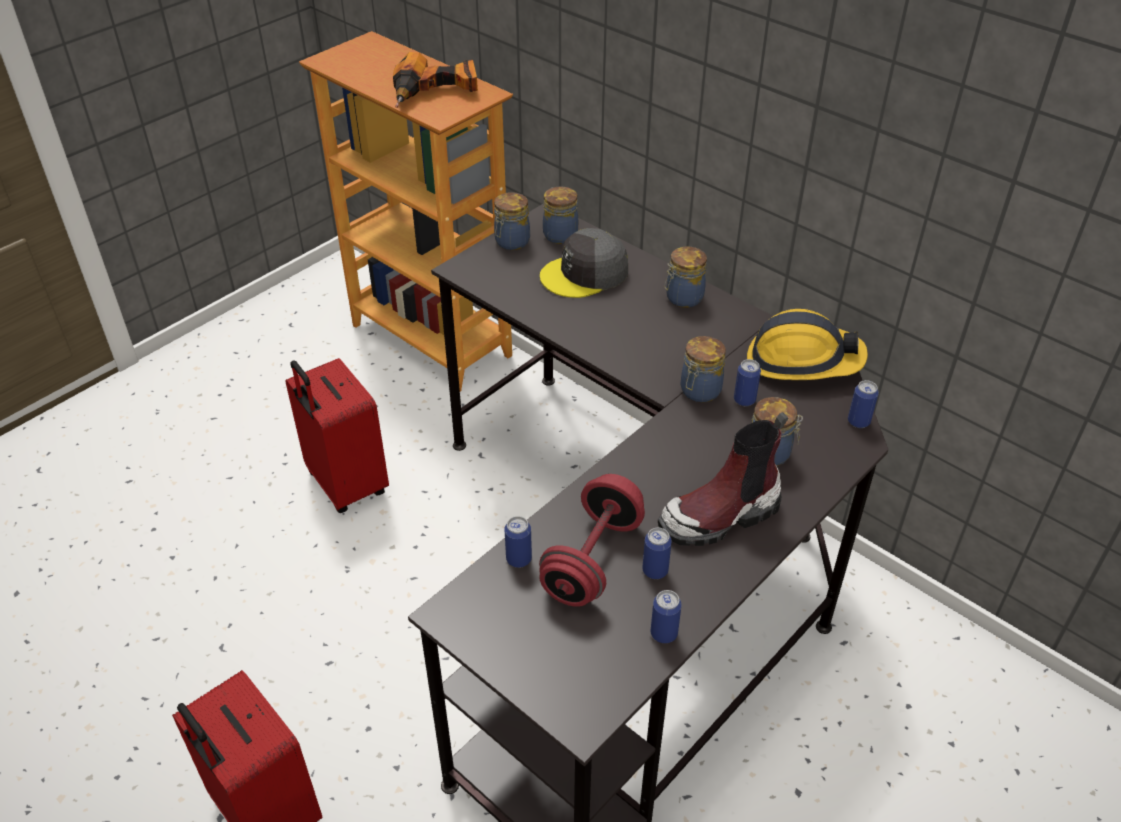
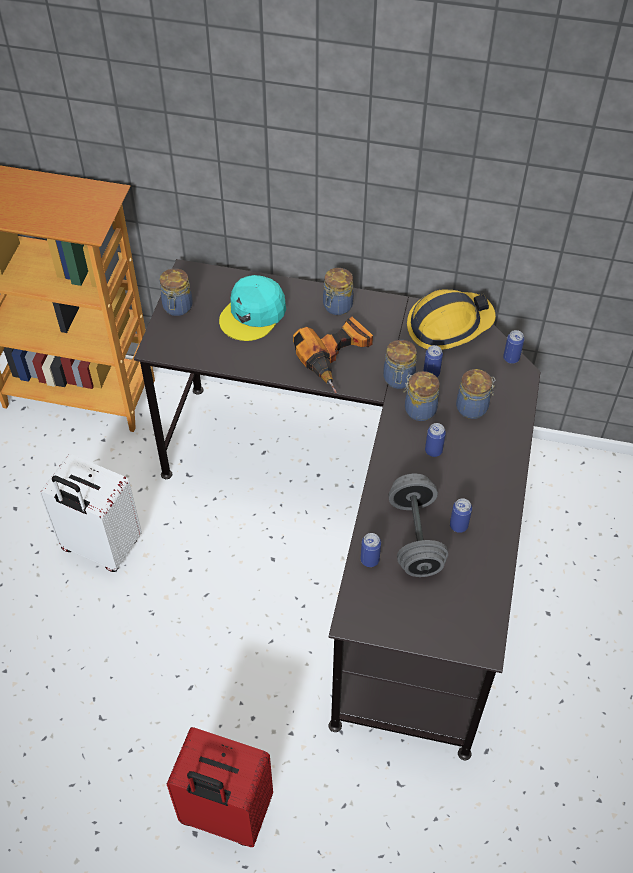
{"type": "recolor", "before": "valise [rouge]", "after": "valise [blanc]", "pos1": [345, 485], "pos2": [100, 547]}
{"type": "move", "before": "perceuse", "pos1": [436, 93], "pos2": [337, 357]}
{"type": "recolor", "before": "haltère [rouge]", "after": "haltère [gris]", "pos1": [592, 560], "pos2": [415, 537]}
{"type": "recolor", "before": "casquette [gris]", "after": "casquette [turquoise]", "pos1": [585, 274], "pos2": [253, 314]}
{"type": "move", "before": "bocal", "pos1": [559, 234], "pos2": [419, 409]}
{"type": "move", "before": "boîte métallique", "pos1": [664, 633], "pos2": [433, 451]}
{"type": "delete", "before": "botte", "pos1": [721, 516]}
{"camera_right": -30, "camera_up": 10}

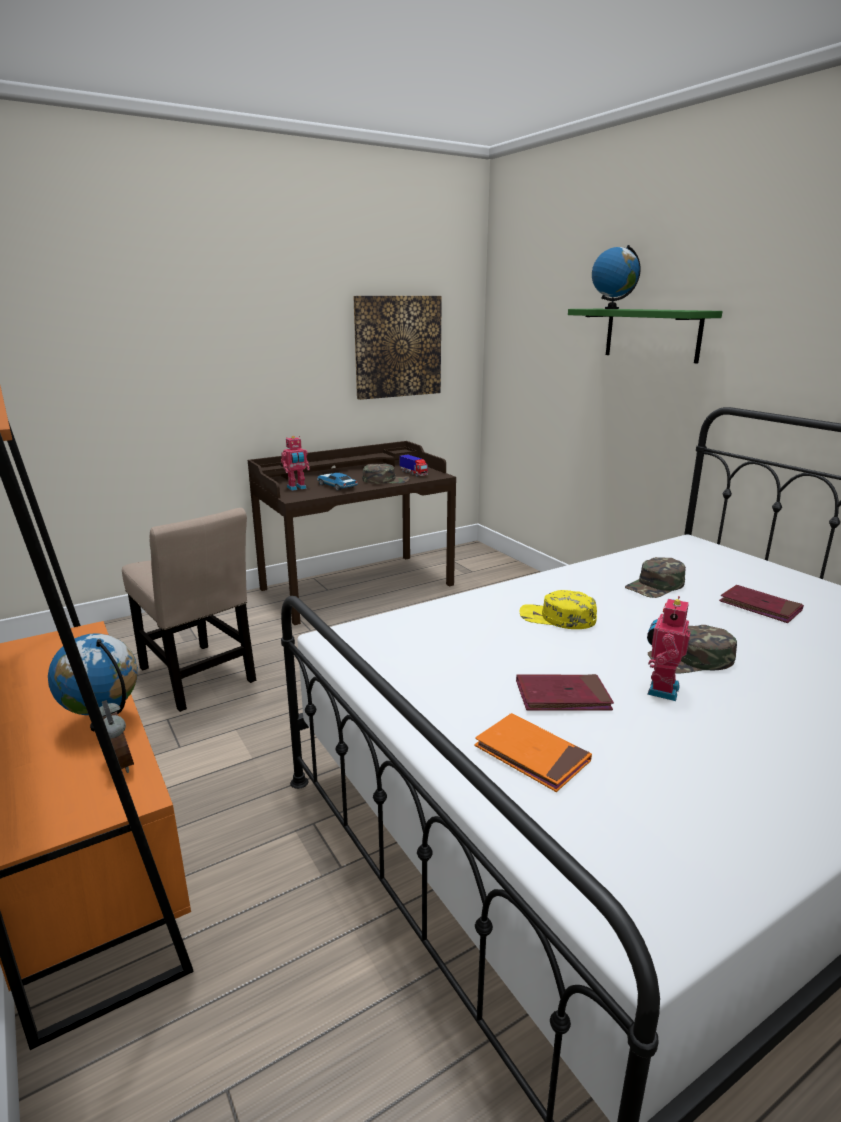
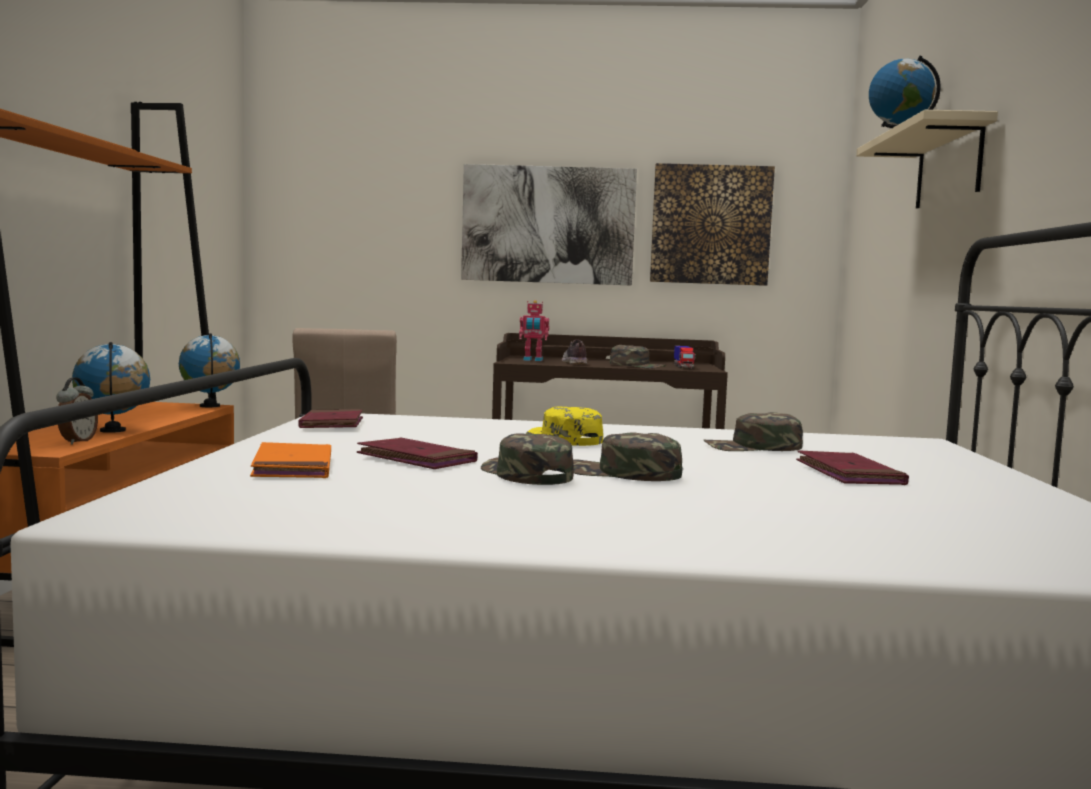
{"type": "replace", "before": "petite voiture", "after": "chaussure", "pos1": [336, 486], "pos2": [574, 363]}
{"type": "recolor", "before": "étagère [vert]", "after": "étagère [beige]", "pos1": [652, 334], "pos2": [948, 166]}
{"type": "replace", "before": "robot jouet", "after": "casquette [vert]", "pos1": [660, 689], "pos2": [525, 475]}
{"type": "insert", "after": "globe", "pos2": [210, 406]}
{"type": "insert", "after": "livre [rouge]", "pos2": [332, 424]}
{"type": "insert", "after": "tableau", "pos2": [548, 225]}
{"camera_right": 35, "camera_up": -15}

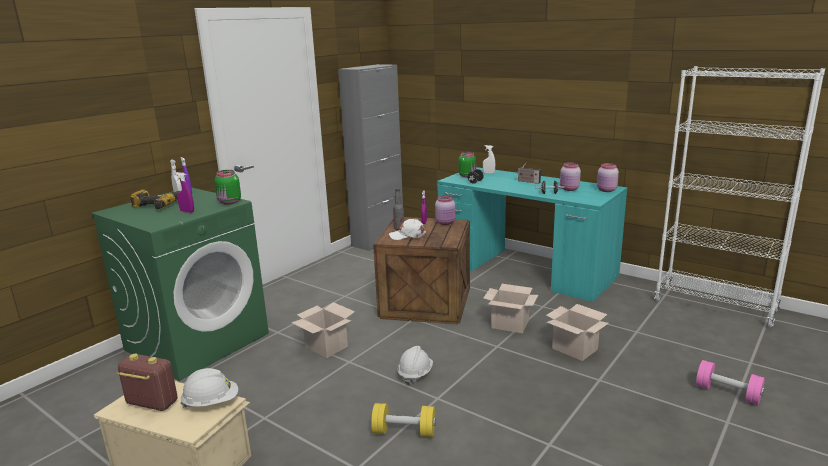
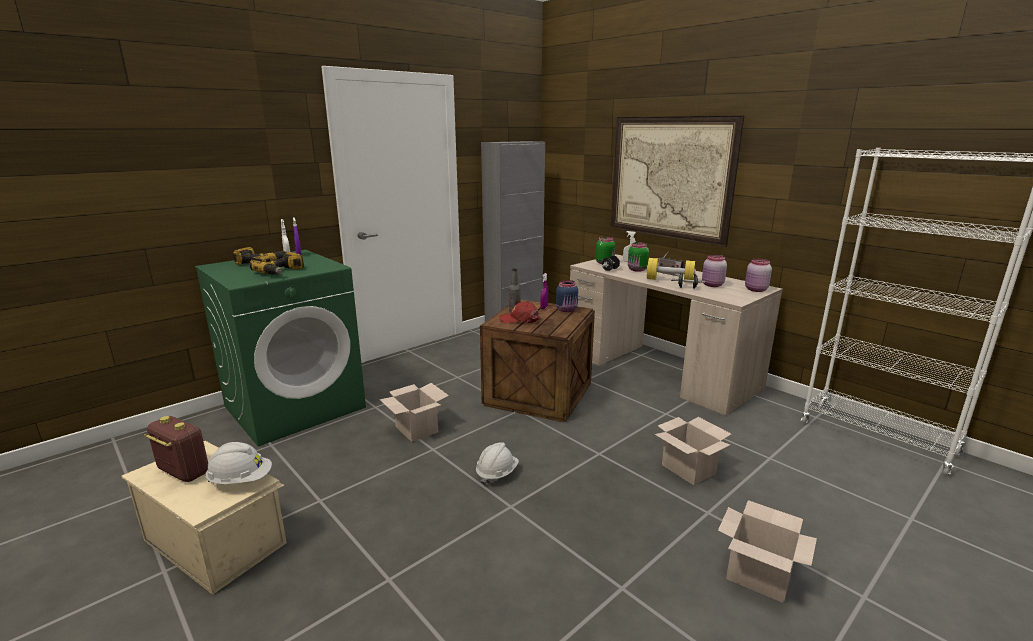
{"type": "replace", "before": "vaporisateur [violet]", "after": "perceuse", "pos1": [187, 211], "pos2": [281, 272]}
{"type": "move", "before": "bocal [vert]", "pos1": [229, 202], "pos2": [637, 270]}
{"type": "move", "before": "haltère [jaune]", "pos1": [404, 431], "pos2": [669, 280]}
{"type": "recolor", "before": "casquette [blanc]", "after": "casquette [rouge]", "pos1": [407, 235], "pos2": [520, 319]}
{"type": "recolor", "before": "bocal [rose]", "after": "bocal [bleu]", "pos1": [446, 223], "pos2": [567, 310]}
{"type": "recolor", "before": "bureau [turquoise]", "after": "bureau [beige]", "pos1": [525, 269], "pos2": [659, 369]}
{"type": "move", "before": "carton", "pos1": [511, 324], "pos2": [760, 576]}
{"type": "delete", "before": "haltère [rose]", "pos1": [727, 393]}
{"type": "insert", "after": "tableau", "pos2": [670, 178]}
{"camera_right": 10, "camera_up": 0}

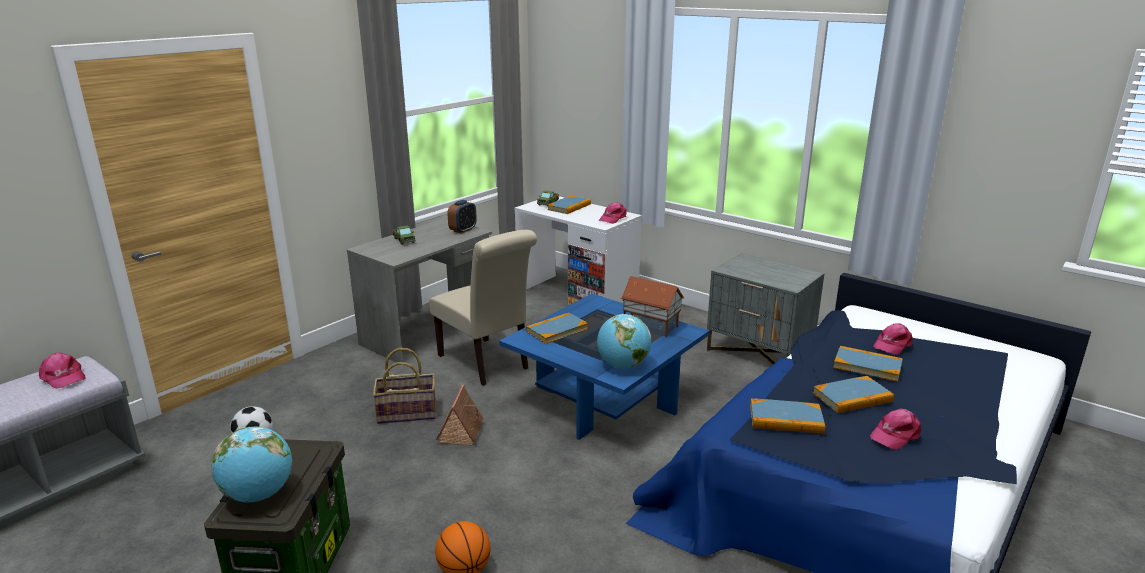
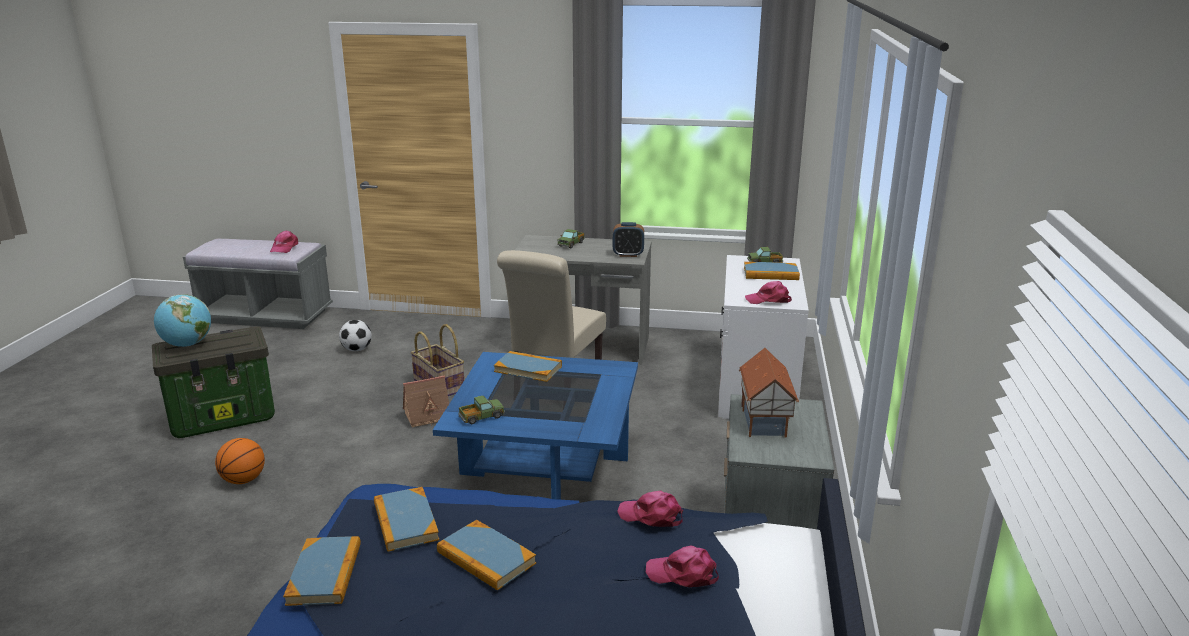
{"type": "replace", "before": "globe", "after": "camion jouet", "pos1": [623, 366], "pos2": [481, 417]}
{"type": "move", "before": "maison miniature", "pos1": [651, 325], "pos2": [766, 420]}
{"type": "move", "before": "livre", "pos1": [867, 366], "pos2": [325, 574]}
{"type": "move", "before": "casquette [rose]", "pos1": [895, 435], "pos2": [651, 516]}
{"camera_right": 60, "camera_up": 0}

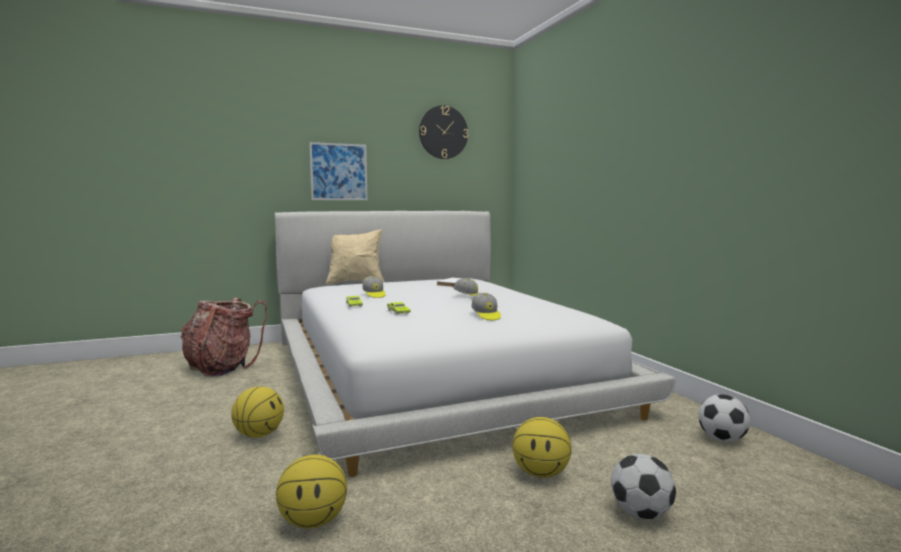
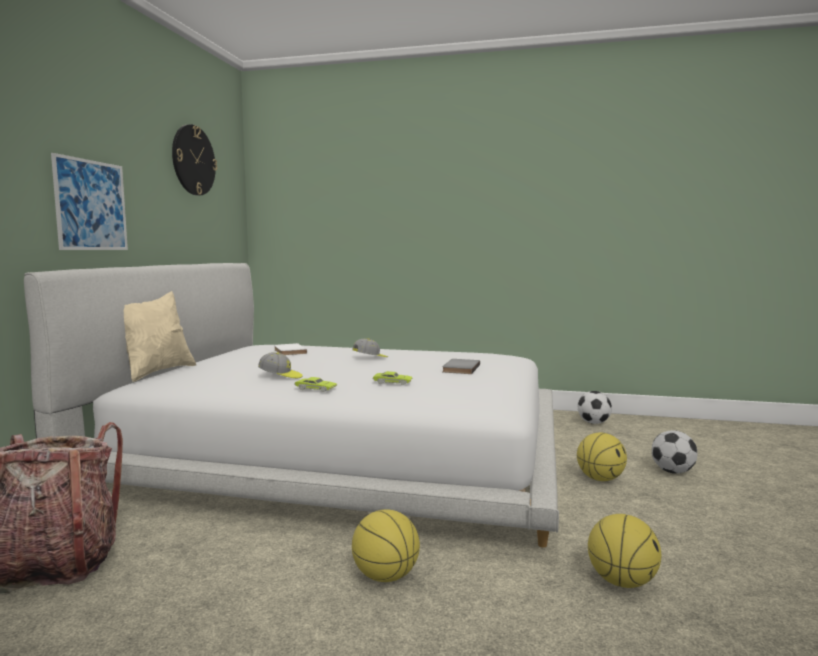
{"type": "replace", "before": "casquette", "after": "livre [gris]", "pos1": [486, 316], "pos2": [459, 368]}
{"camera_right": -55, "camera_up": 0}

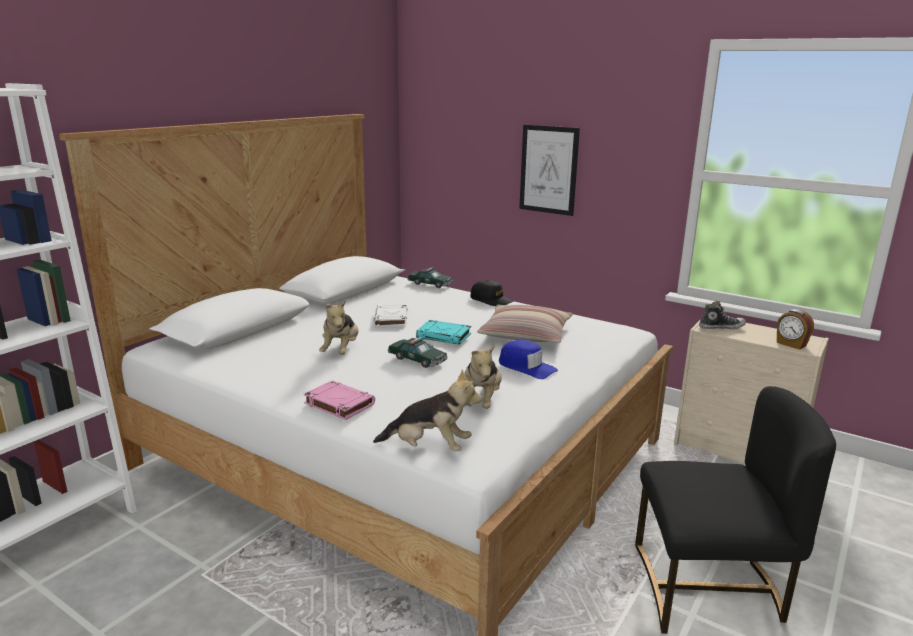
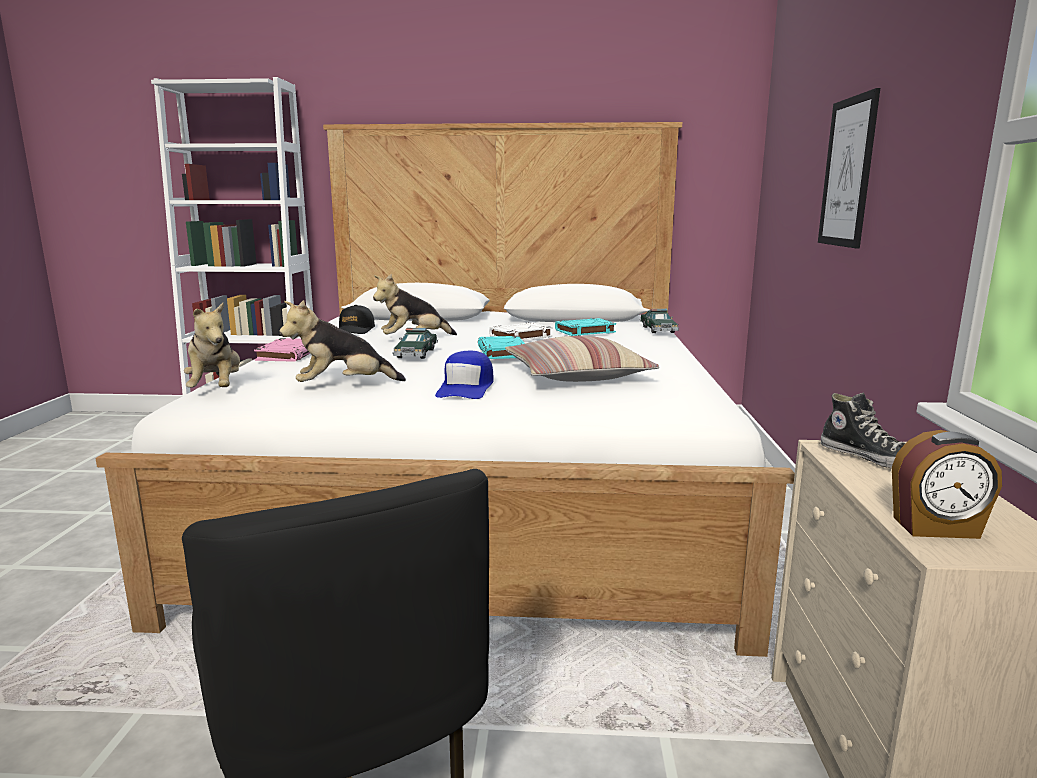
{"type": "move", "before": "casquette [noir]", "pos1": [491, 300], "pos2": [355, 330]}
{"type": "rotate", "before": "réveil", "pos1": [791, 344], "pos2": [936, 528], "turn": -105}
{"type": "insert", "after": "livre [turquoise]", "pos2": [584, 331]}
{"camera_right": 60, "camera_up": -5}

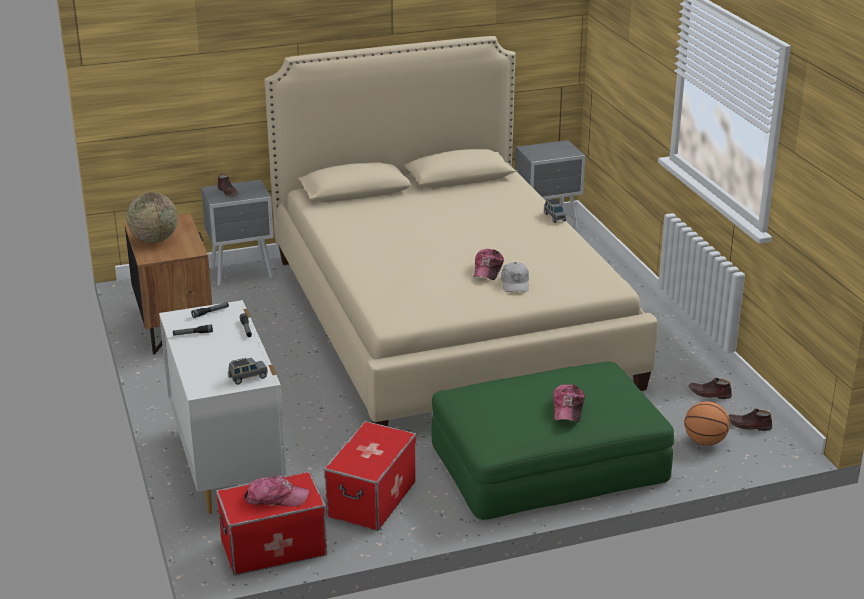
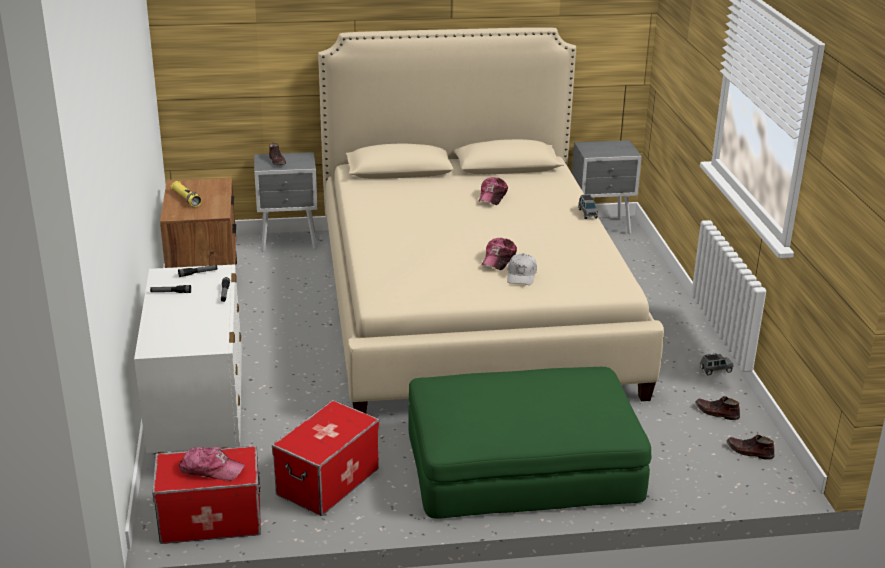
{"type": "replace", "before": "globe", "after": "lampe de poche [jaune]", "pos1": [154, 240], "pos2": [186, 199]}
{"type": "move", "before": "petite voiture [gris]", "pos1": [247, 378], "pos2": [715, 370]}
{"type": "move", "before": "casquette", "pos1": [568, 409], "pos2": [492, 197]}
{"type": "delete", "before": "ballon de basket", "pos1": [705, 441]}
{"camera_right": 10, "camera_up": 0}

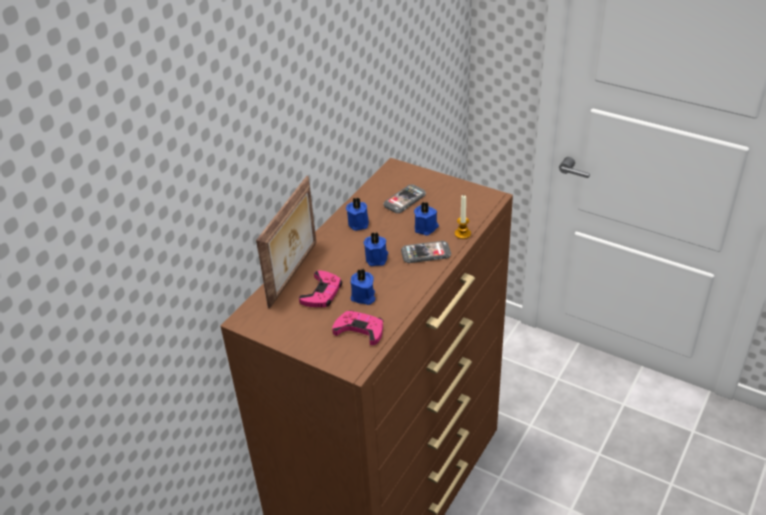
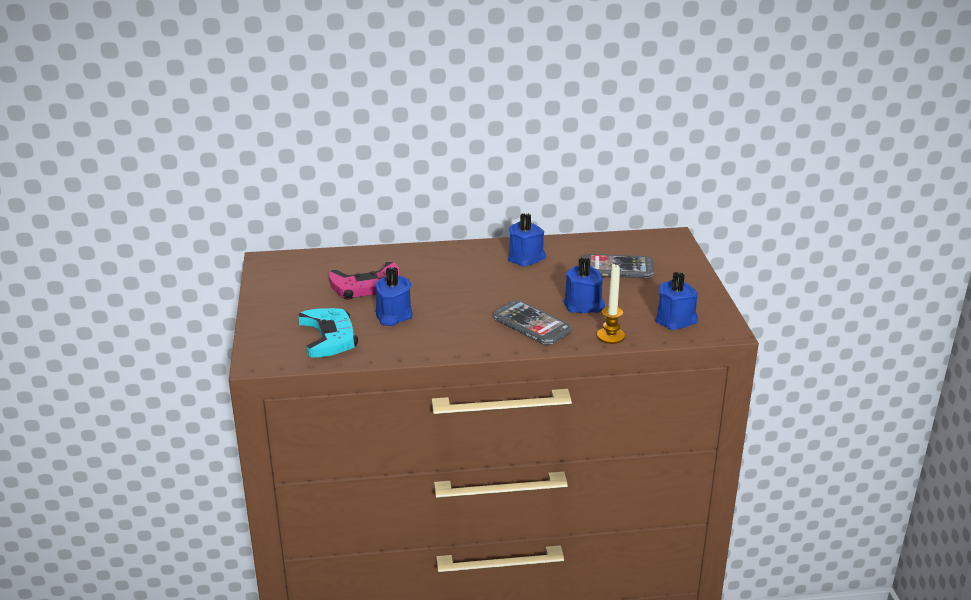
{"type": "delete", "before": "cadre photo", "pos1": [294, 274]}
{"type": "recolor", "before": "manette [rose]", "after": "manette [turquoise]", "pos1": [360, 330], "pos2": [328, 337]}
{"type": "move", "before": "bougie [bleu]", "pos1": [377, 258], "pos2": [676, 320]}
{"camera_right": 50, "camera_up": -10}

